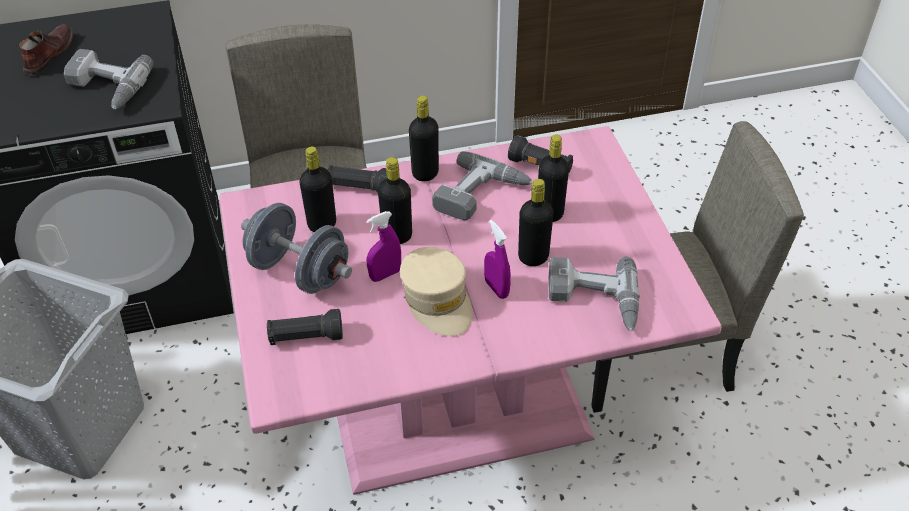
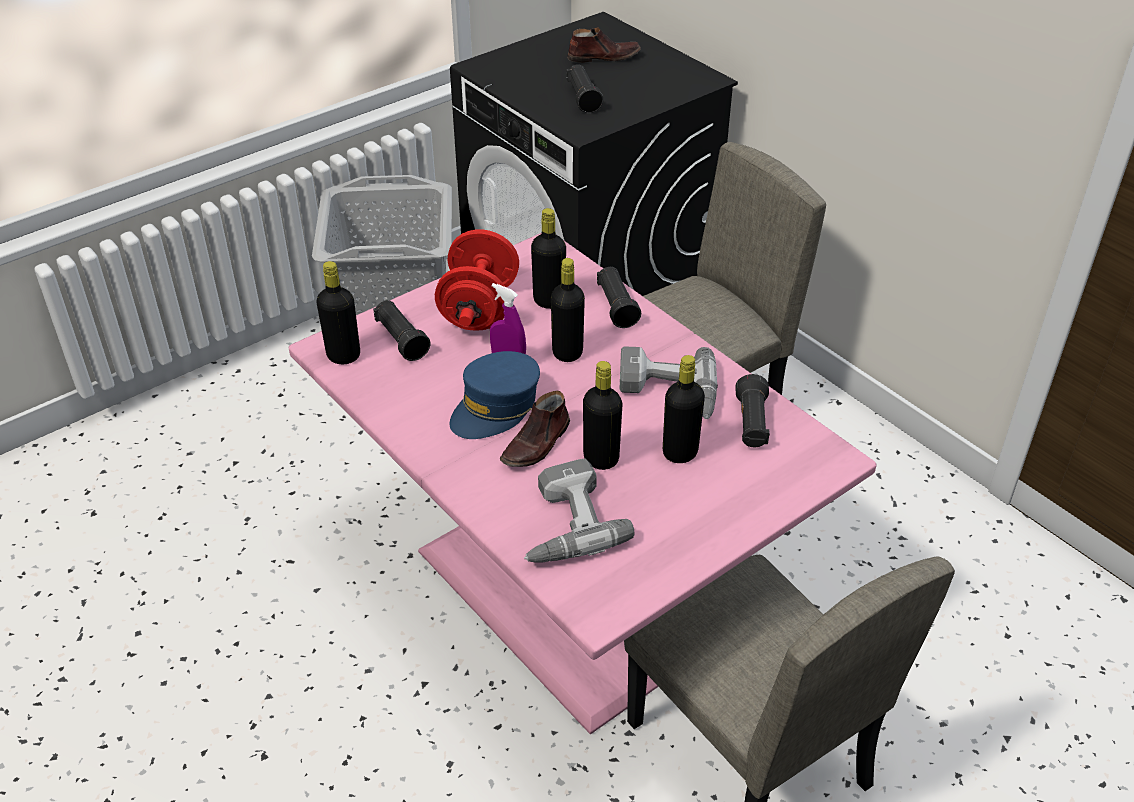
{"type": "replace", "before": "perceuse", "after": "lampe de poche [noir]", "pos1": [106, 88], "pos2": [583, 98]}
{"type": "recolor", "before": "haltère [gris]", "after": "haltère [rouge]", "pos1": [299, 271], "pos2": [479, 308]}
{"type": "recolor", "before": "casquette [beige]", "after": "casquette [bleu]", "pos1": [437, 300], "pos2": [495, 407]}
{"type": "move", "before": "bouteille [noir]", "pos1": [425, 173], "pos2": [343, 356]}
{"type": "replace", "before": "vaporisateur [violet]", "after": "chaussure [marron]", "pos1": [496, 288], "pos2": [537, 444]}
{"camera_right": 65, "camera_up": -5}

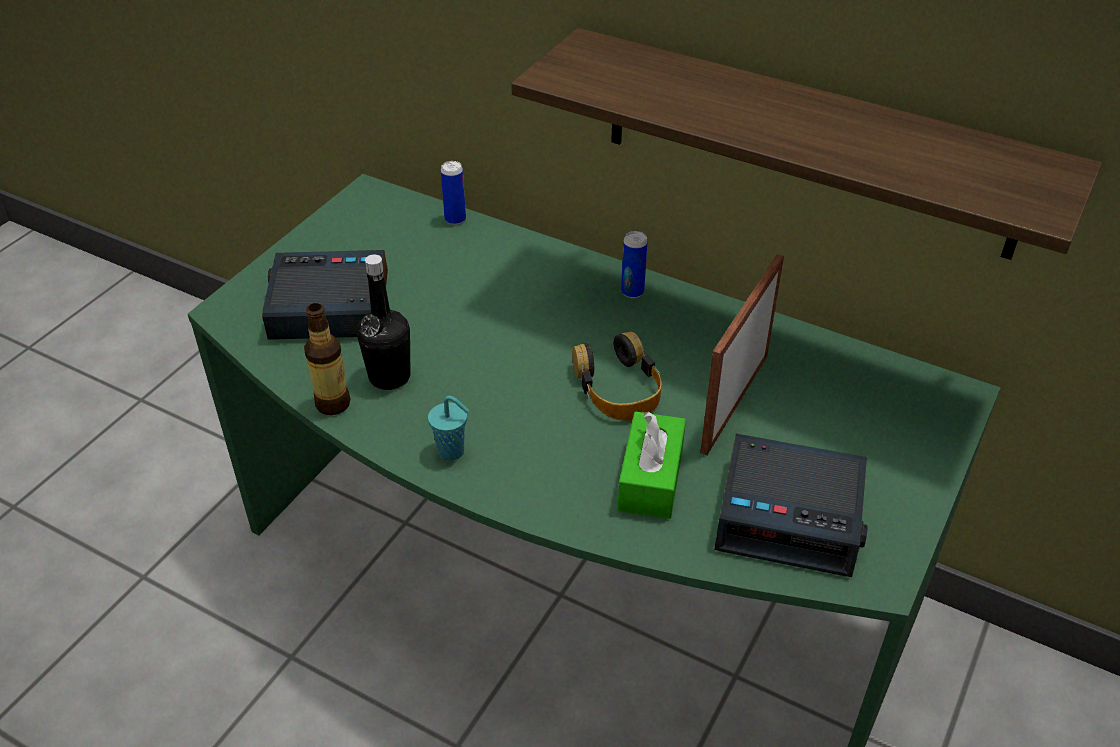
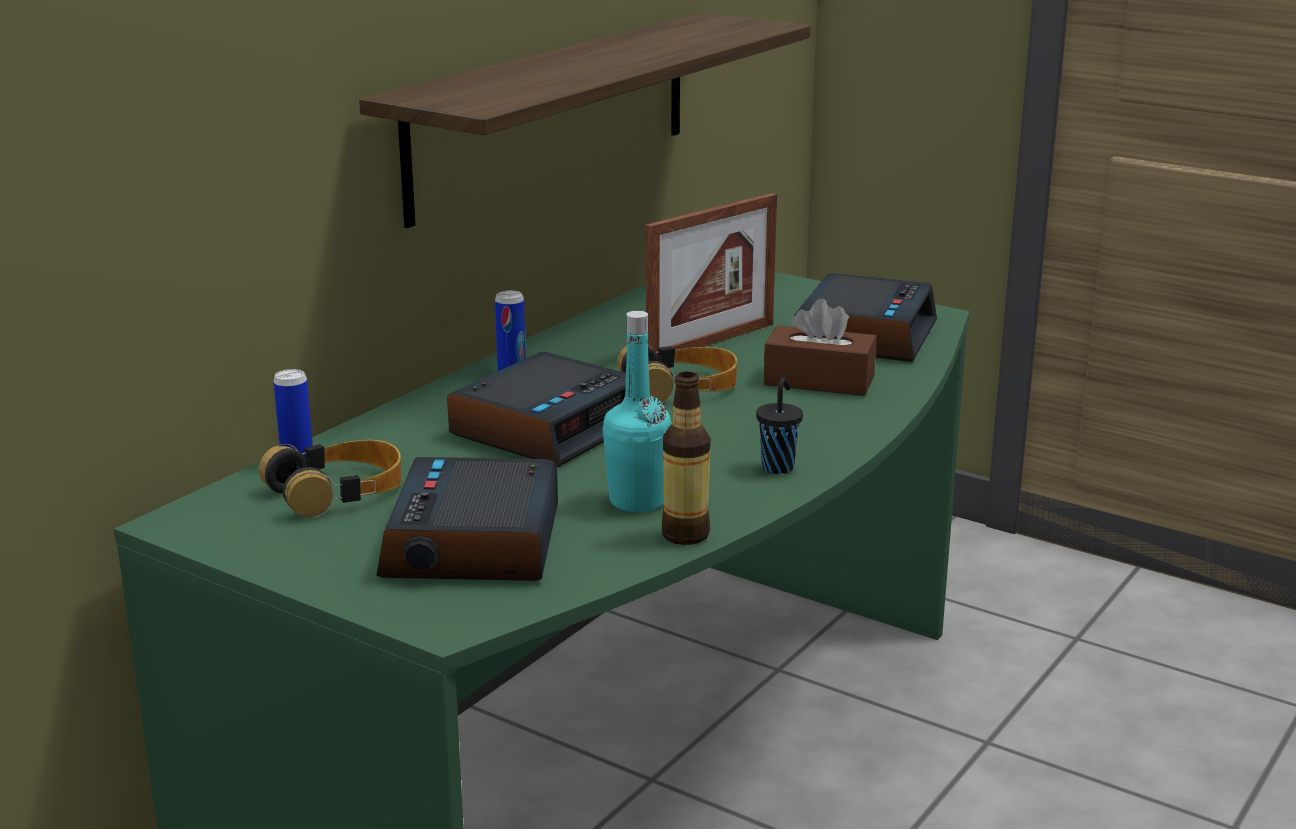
{"type": "recolor", "before": "bouteille [noir]", "after": "bouteille [turquoise]", "pos1": [389, 377], "pos2": [637, 501]}
{"type": "recolor", "before": "tasse [turquoise]", "after": "tasse [noir]", "pos1": [452, 452], "pos2": [778, 467]}
{"type": "recolor", "before": "boîte à mouchoirs [vert]", "after": "boîte à mouchoirs [marron]", "pos1": [651, 478], "pos2": [819, 381]}
{"type": "rotate", "before": "cadre photo", "pos1": [735, 402], "pos2": [711, 342], "turn": -75}
{"type": "insert", "after": "casque audio", "pos2": [337, 491]}
{"type": "insert", "after": "réveil", "pos2": [547, 427]}
{"camera_right": -85, "camera_up": -20}

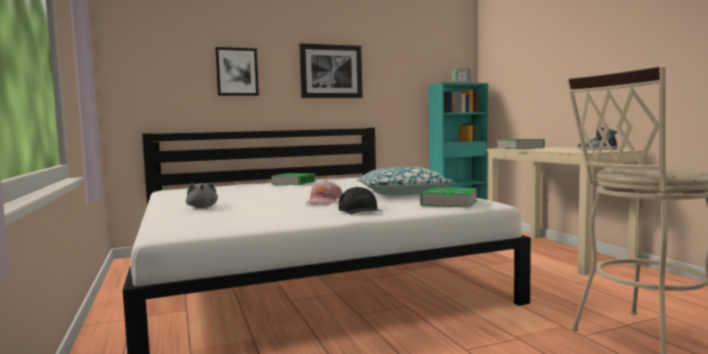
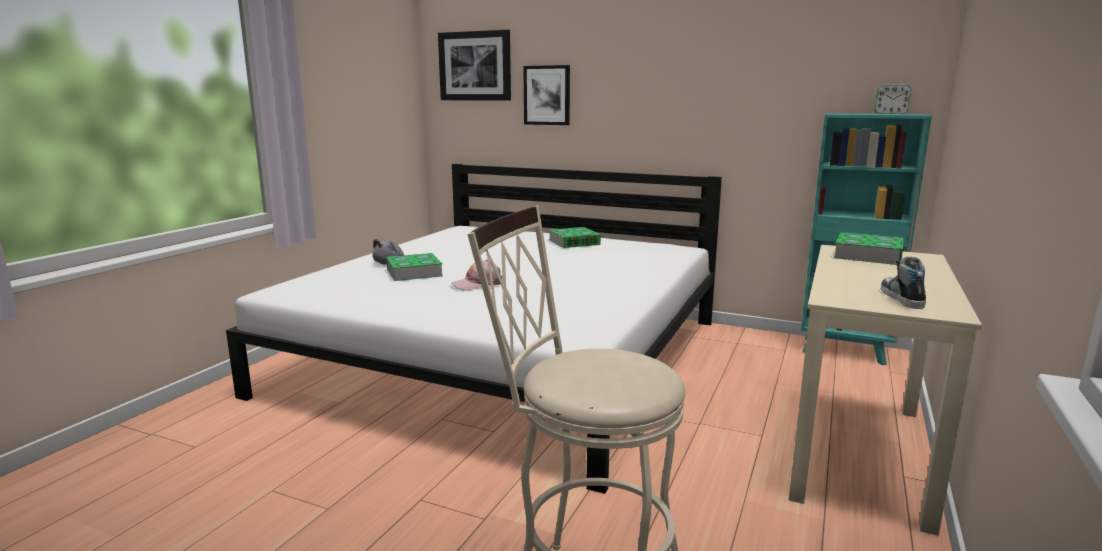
{"type": "move", "before": "tableau", "pos1": [331, 71], "pos2": [475, 66]}
{"type": "delete", "before": "casquette [noir]", "pos1": [360, 210]}
{"type": "delete", "before": "coussin", "pos1": [402, 193]}
{"type": "move", "before": "livre", "pos1": [449, 203], "pos2": [414, 272]}
{"camera_right": 45, "camera_up": 10}

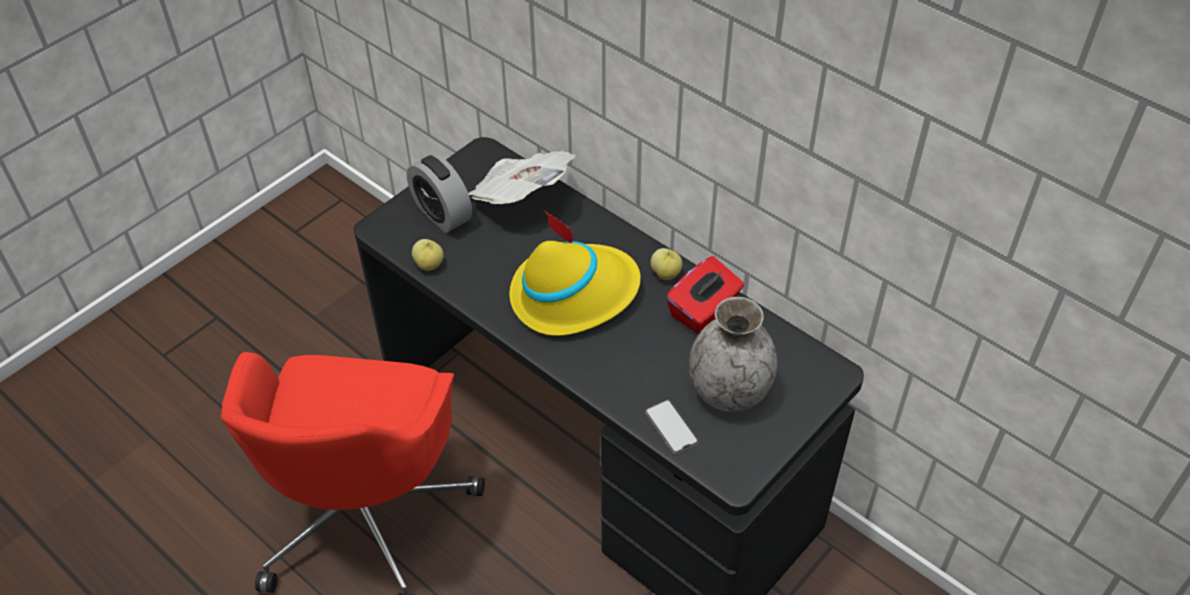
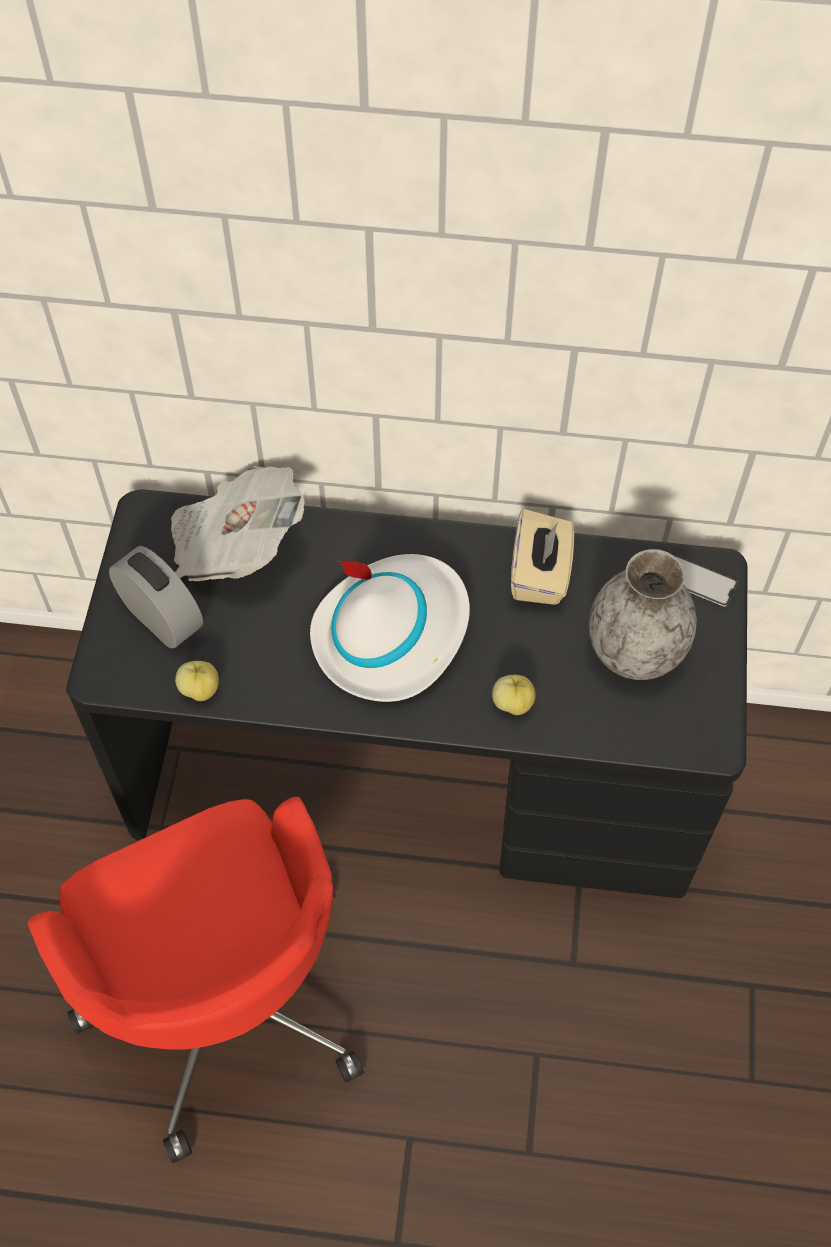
{"type": "rotate", "before": "réveil", "pos1": [442, 214], "pos2": [161, 618], "turn": -150}
{"type": "recolor", "before": "chapeau [jaune]", "after": "chapeau [blanc]", "pos1": [574, 294], "pos2": [391, 632]}
{"type": "move", "before": "téléphone", "pos1": [671, 426], "pos2": [699, 581]}
{"type": "move", "before": "pomme", "pos1": [666, 274], "pos2": [513, 703]}
{"type": "recolor", "before": "boîte à mouchoirs [rouge]", "after": "boîte à mouchoirs [beige]", "pos1": [704, 311], "pos2": [540, 574]}
{"camera_right": -35, "camera_up": 10}

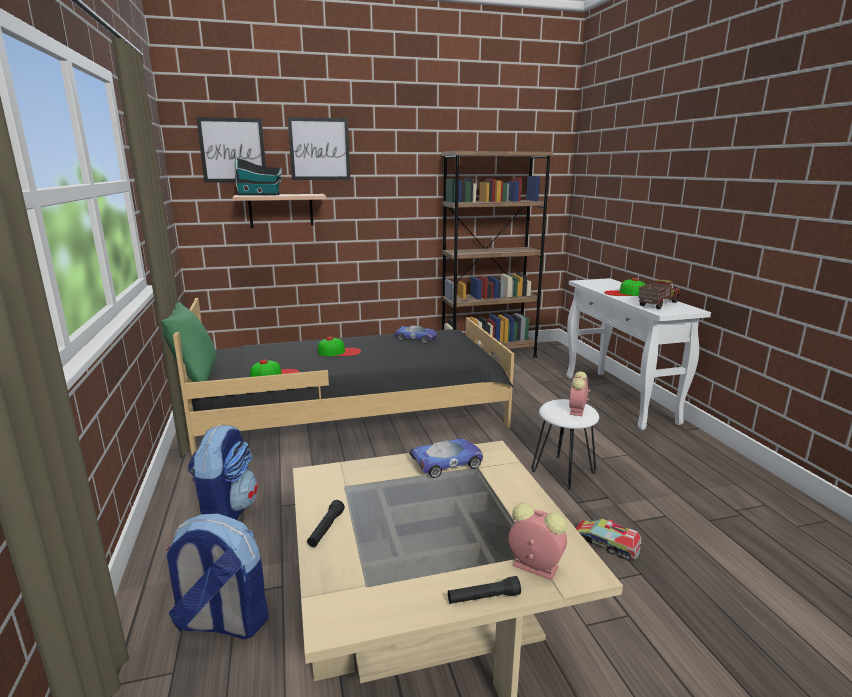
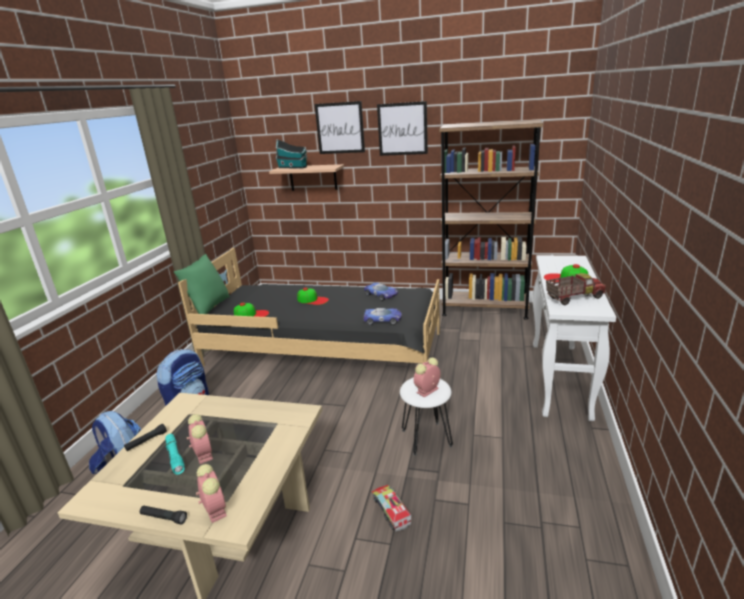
{"type": "move", "before": "tableau", "pos1": [233, 150], "pos2": [402, 129]}
{"type": "move", "before": "petite voiture", "pos1": [447, 462], "pos2": [383, 319]}
{"type": "insert", "after": "lampe de poche [turquoise]", "pos2": [175, 457]}
{"type": "insert", "after": "réveil", "pos2": [203, 453]}
{"camera_right": 30, "camera_up": 5}

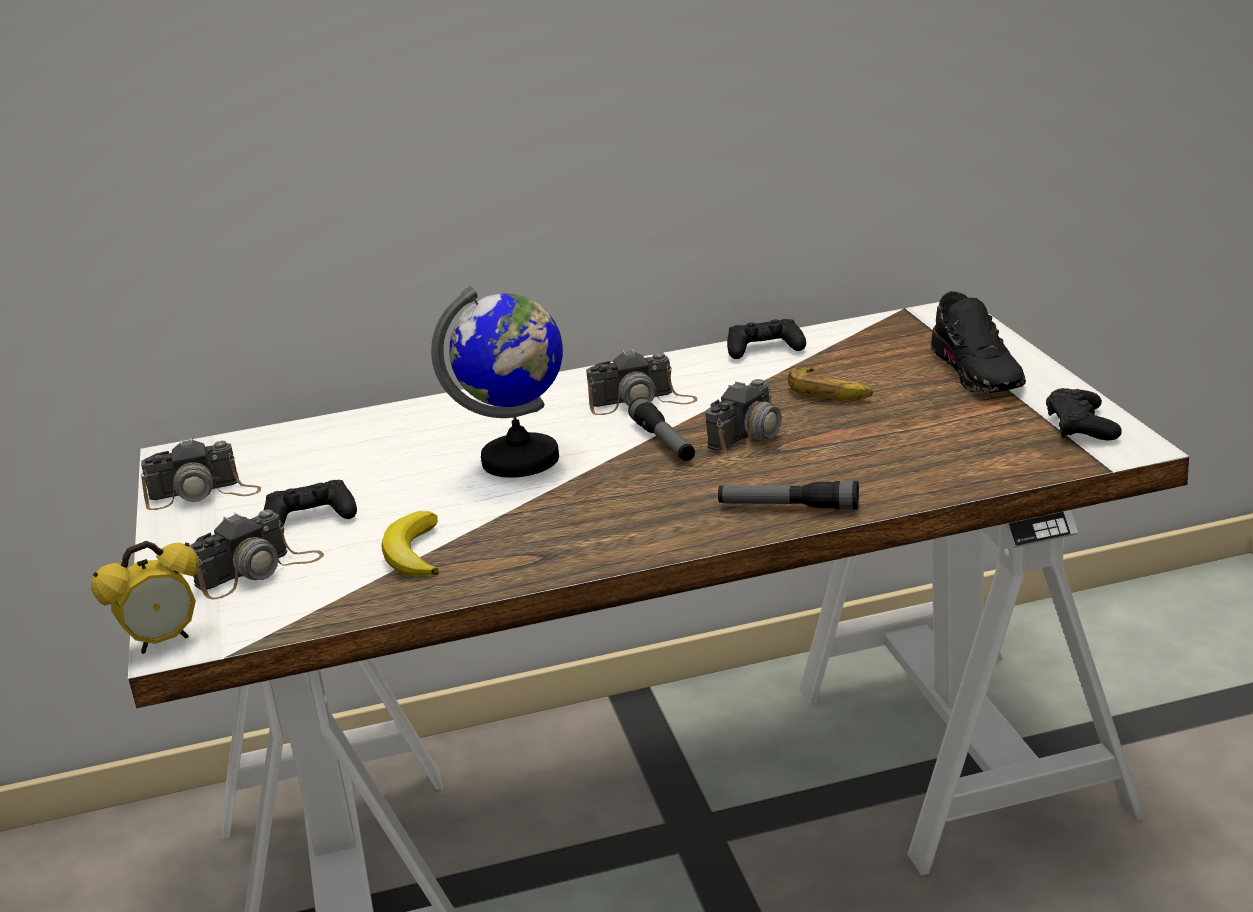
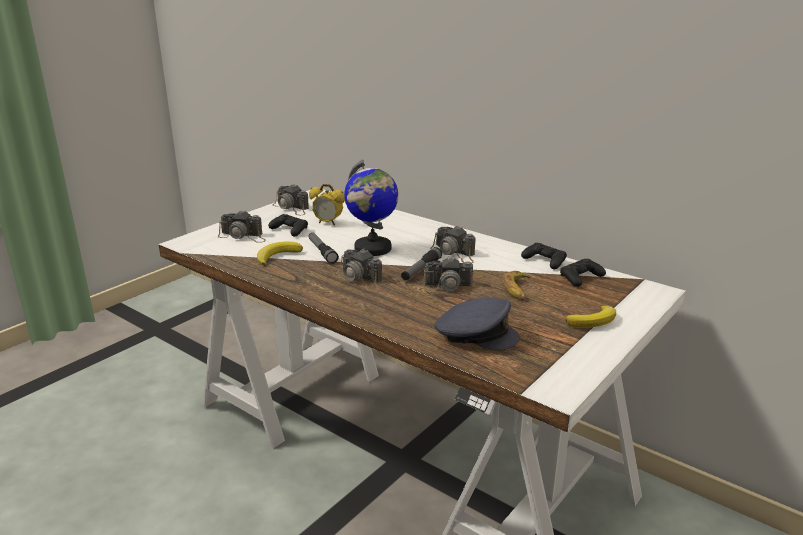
{"type": "move", "before": "réveil", "pos1": [163, 642], "pos2": [328, 223]}
{"type": "move", "before": "lampe de poche", "pos1": [788, 507], "pos2": [322, 252]}
{"type": "replace", "before": "chaussure [noir]", "after": "banane", "pos1": [979, 372], "pos2": [594, 321]}
{"type": "move", "before": "manette [noir]", "pos1": [1081, 426], "pos2": [581, 278]}
{"type": "insert", "after": "appareil photo", "pos2": [360, 278]}
{"type": "insert", "after": "casquette [gris]", "pos2": [475, 334]}
{"camera_right": 50, "camera_up": 0}

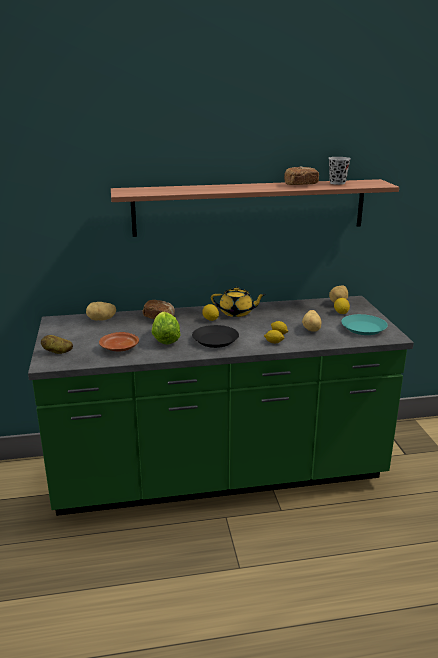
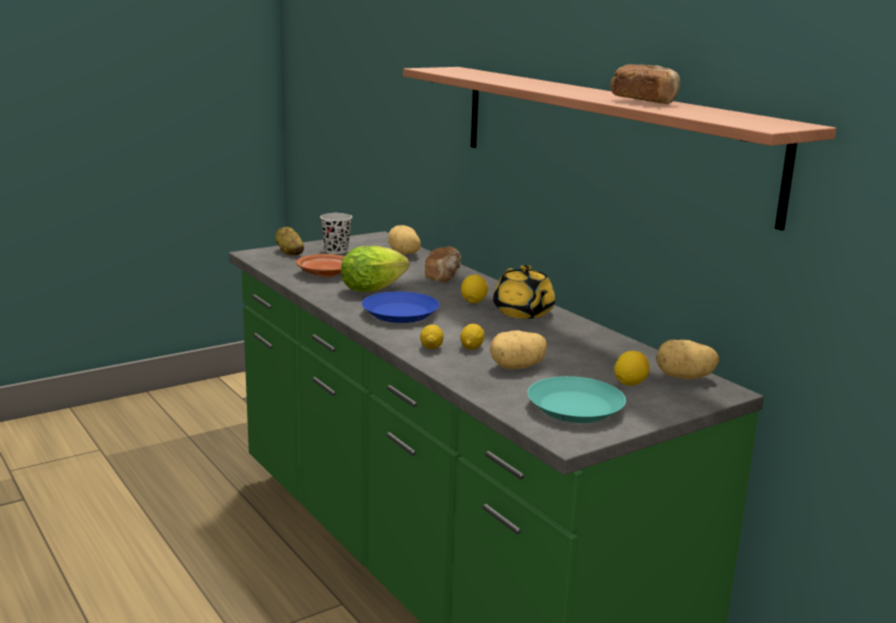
{"type": "recolor", "before": "assiette [noir]", "after": "assiette [bleu]", "pos1": [215, 340], "pos2": [400, 313]}
{"type": "move", "before": "tasse [noir]", "pos1": [337, 183], "pos2": [336, 251]}
{"camera_right": 65, "camera_up": -5}

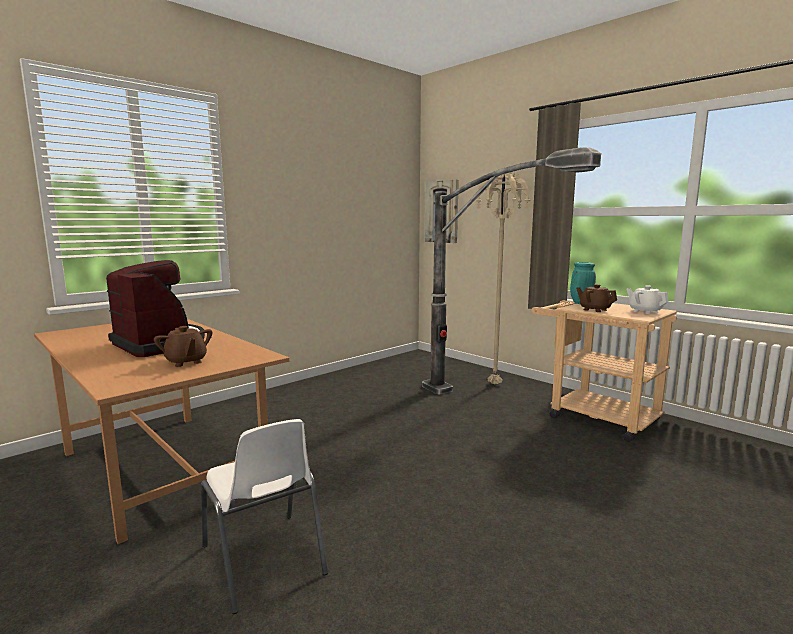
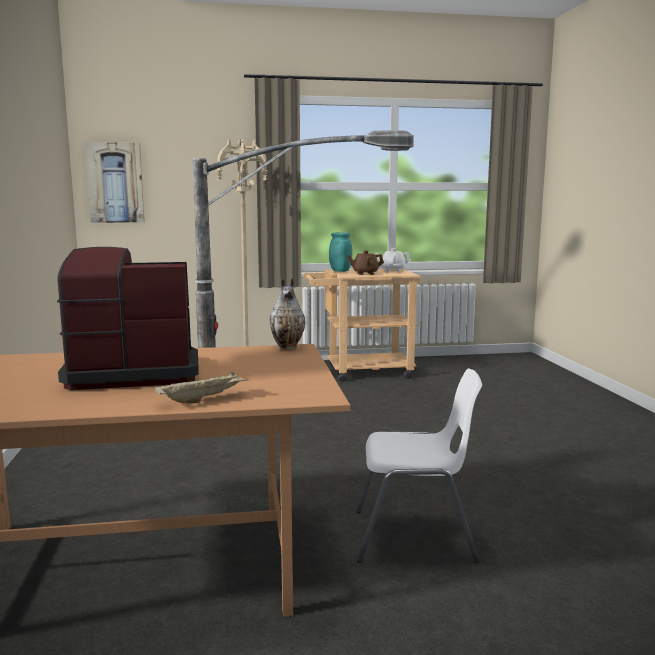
{"type": "delete", "before": "théière [marron]", "pos1": [186, 362]}
{"type": "insert", "after": "plateau [beige]", "pos2": [202, 399]}
{"type": "insert", "after": "vase", "pos2": [288, 347]}
{"camera_right": -55, "camera_up": 0}

